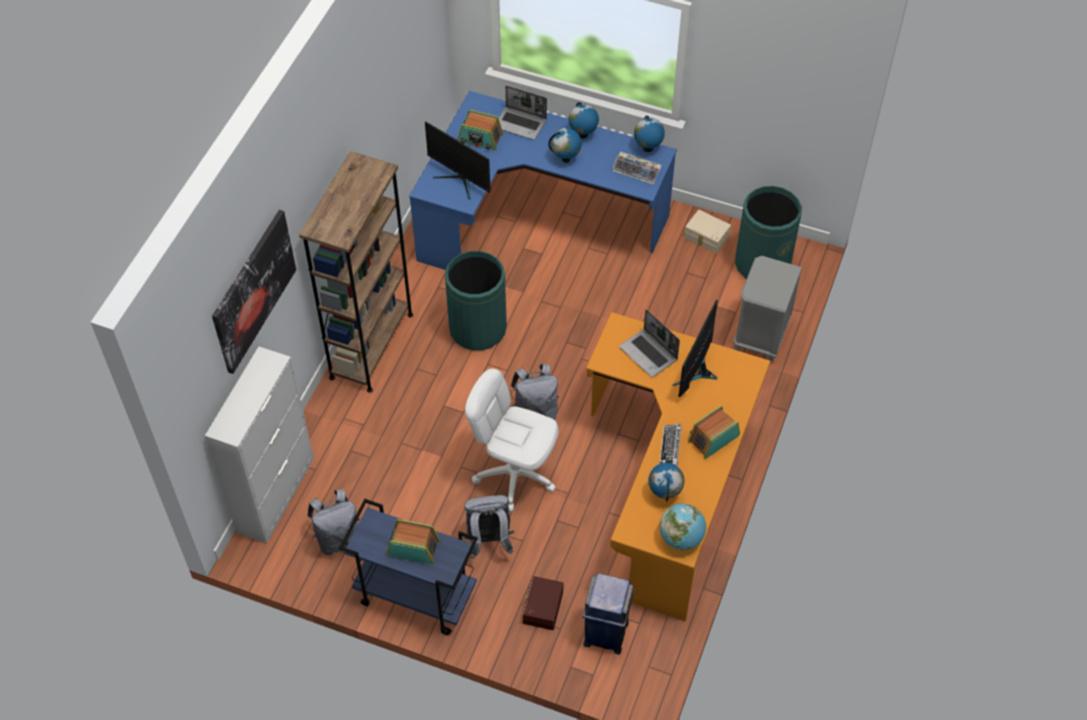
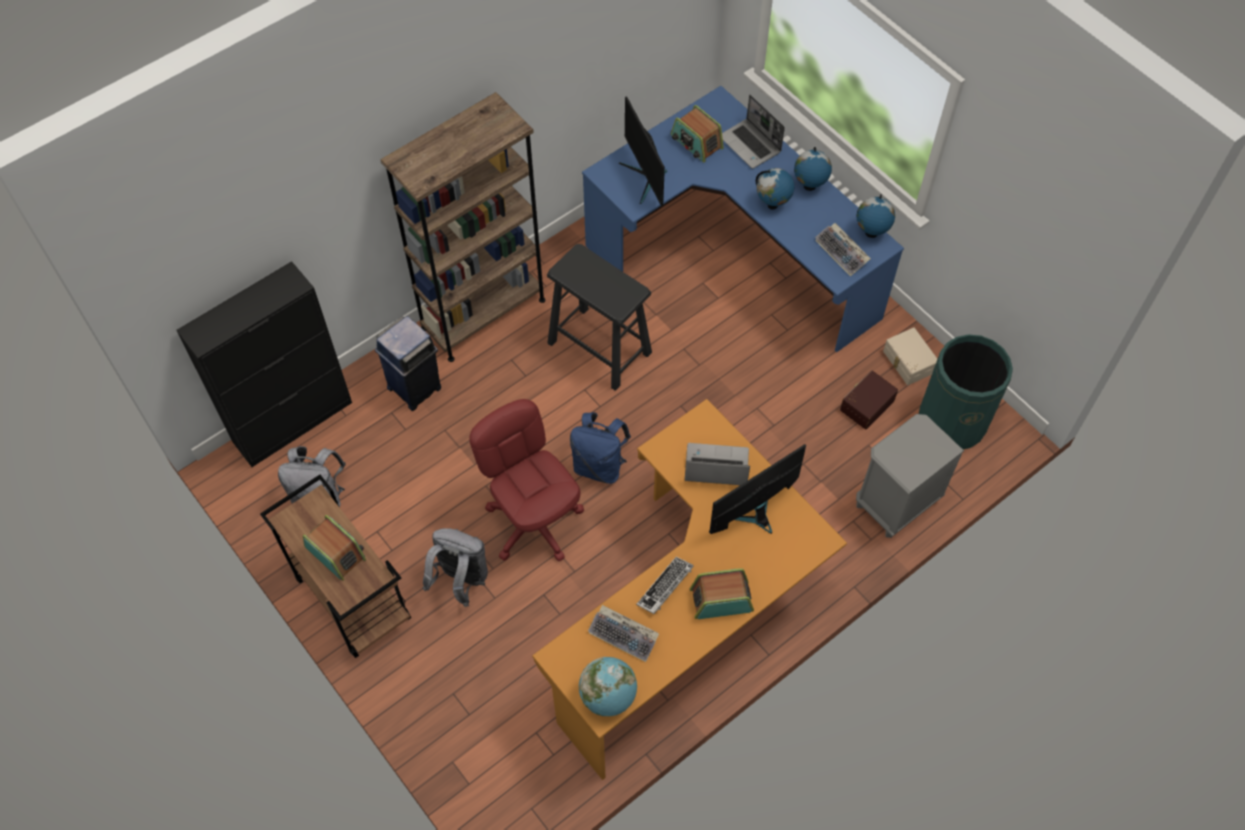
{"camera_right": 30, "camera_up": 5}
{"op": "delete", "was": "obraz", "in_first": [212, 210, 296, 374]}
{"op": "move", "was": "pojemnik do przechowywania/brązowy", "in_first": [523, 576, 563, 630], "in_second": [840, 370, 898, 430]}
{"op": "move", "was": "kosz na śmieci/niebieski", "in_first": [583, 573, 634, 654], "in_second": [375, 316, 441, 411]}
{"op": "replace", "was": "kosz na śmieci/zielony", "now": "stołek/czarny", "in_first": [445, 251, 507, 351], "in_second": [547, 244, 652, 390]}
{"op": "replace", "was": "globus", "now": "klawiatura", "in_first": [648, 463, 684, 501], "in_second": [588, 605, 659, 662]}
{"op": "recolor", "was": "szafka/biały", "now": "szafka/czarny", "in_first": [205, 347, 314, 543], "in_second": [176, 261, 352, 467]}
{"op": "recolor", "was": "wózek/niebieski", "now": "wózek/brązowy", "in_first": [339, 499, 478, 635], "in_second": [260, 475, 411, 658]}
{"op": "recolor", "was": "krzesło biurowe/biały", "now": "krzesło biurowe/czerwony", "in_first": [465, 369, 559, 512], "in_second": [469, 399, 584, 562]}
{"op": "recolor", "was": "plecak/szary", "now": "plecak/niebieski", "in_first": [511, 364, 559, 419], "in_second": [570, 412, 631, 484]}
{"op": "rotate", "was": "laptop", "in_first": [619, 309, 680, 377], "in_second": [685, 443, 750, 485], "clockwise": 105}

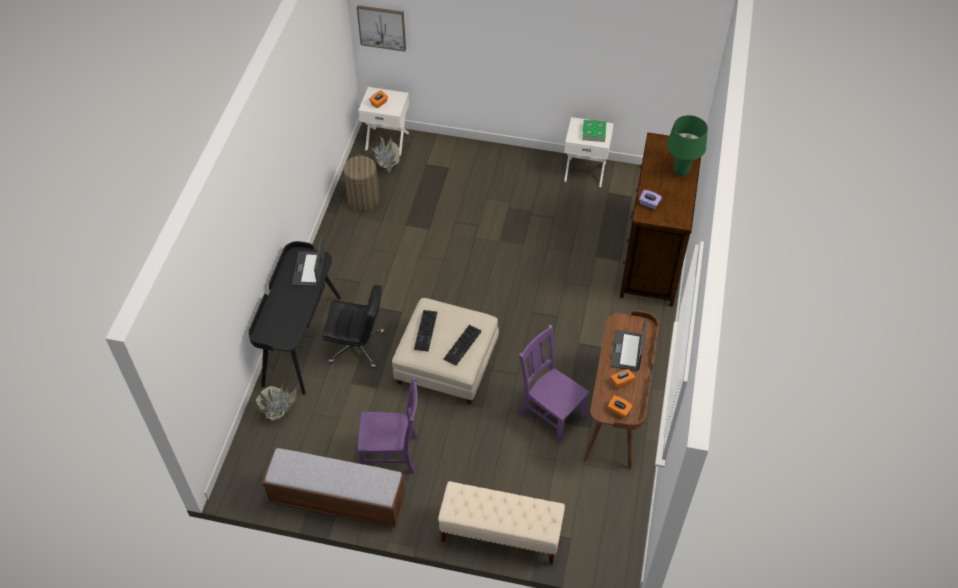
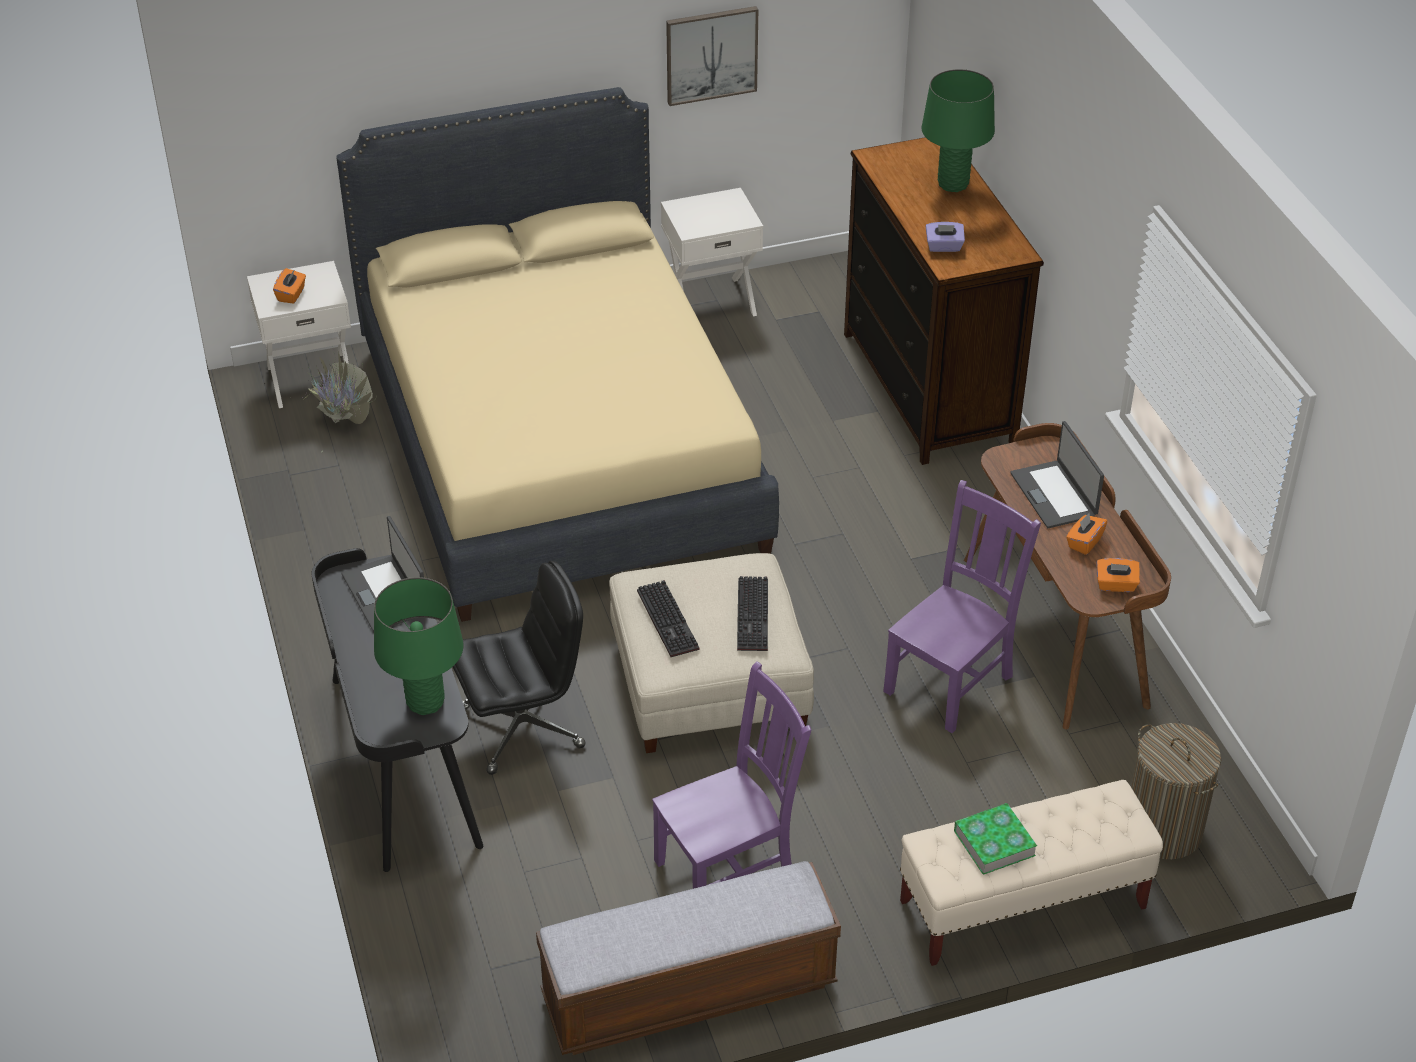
{"camera_right": -30, "camera_up": -10}
{"op": "delete", "was": "roślina doniczkowa", "in_first": [256, 380, 304, 428]}
{"op": "insert", "now": "łóżko/beżowy", "in_second": [336, 87, 779, 622]}
{"op": "insert", "now": "lampa stołowa/zielony", "in_second": [374, 577, 464, 715]}
{"op": "move", "was": "kosz na pranie", "in_first": [343, 154, 379, 211], "in_second": [1131, 723, 1221, 859]}
{"op": "move", "was": "obraz", "in_first": [357, 5, 406, 51], "in_second": [666, 6, 758, 106]}
{"op": "move", "was": "książka", "in_first": [582, 120, 607, 142], "in_second": [954, 803, 1037, 875]}
{"op": "rotate", "was": "krzesło/fioletowy", "in_first": [519, 324, 589, 443], "in_second": [883, 480, 1041, 733], "clockwise": 120}

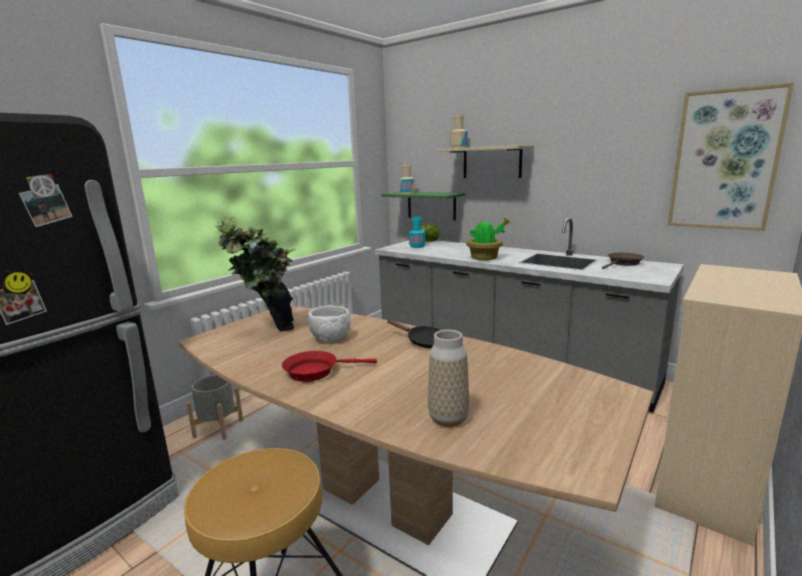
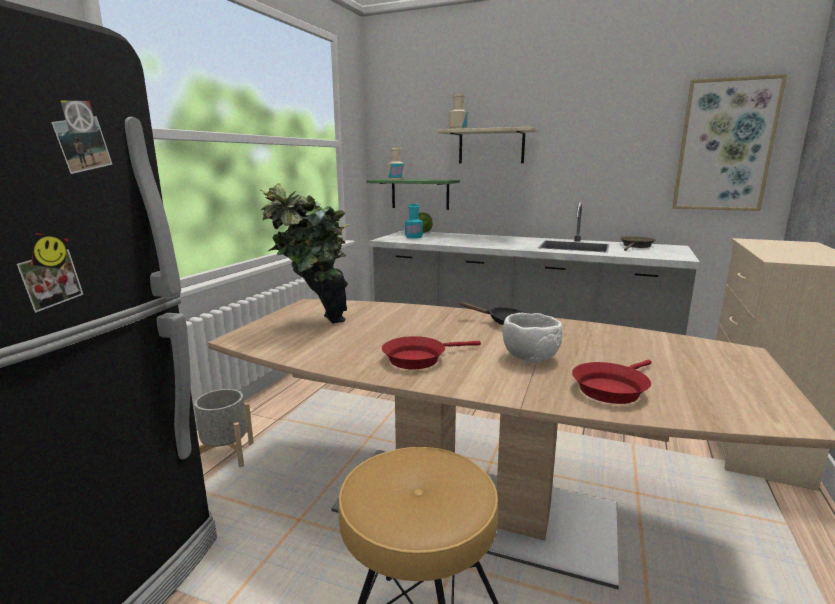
{"camera_right": -15, "camera_up": 0}
{"op": "delete", "was": "roślina doniczkowa", "in_first": [466, 218, 511, 260]}
{"op": "move", "was": "miska/biały", "in_first": [308, 305, 351, 342], "in_second": [503, 313, 562, 363]}
{"op": "replace", "was": "wazon", "now": "patelnia/czerwony", "in_first": [428, 329, 469, 427], "in_second": [572, 359, 652, 404]}

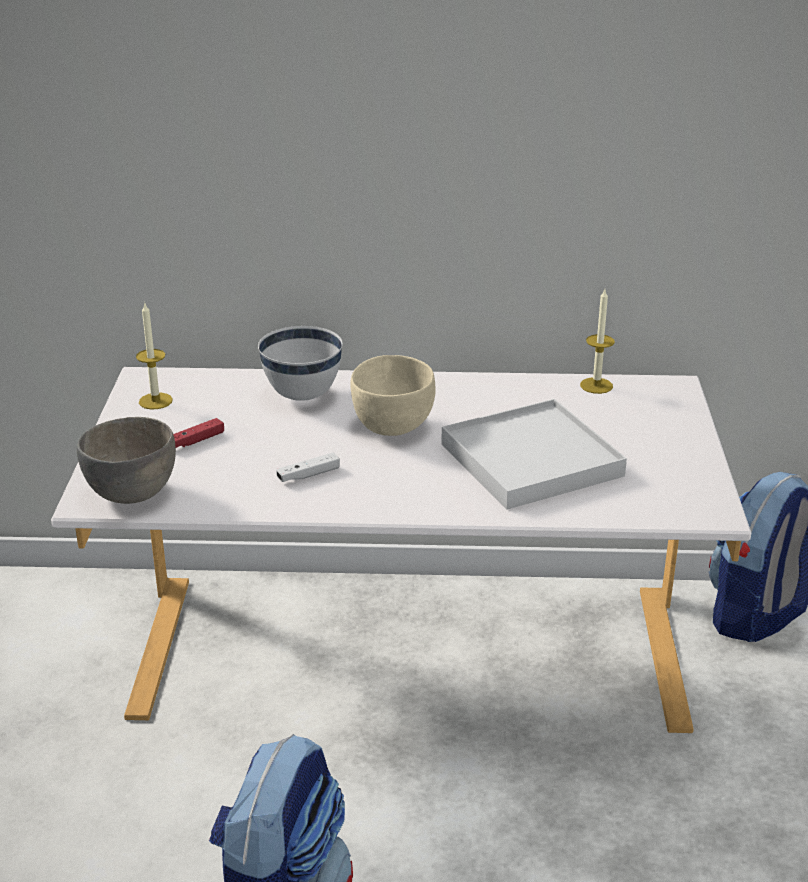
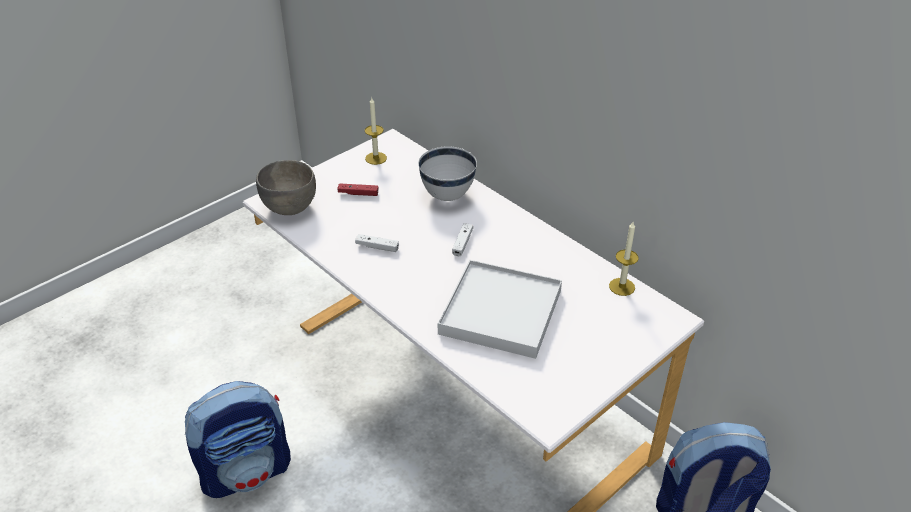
{"camera_right": 45, "camera_up": 10}
{"op": "replace", "was": "miska/beżowy", "now": "pad do gier/biały", "in_first": [350, 355, 436, 436], "in_second": [452, 223, 473, 256]}

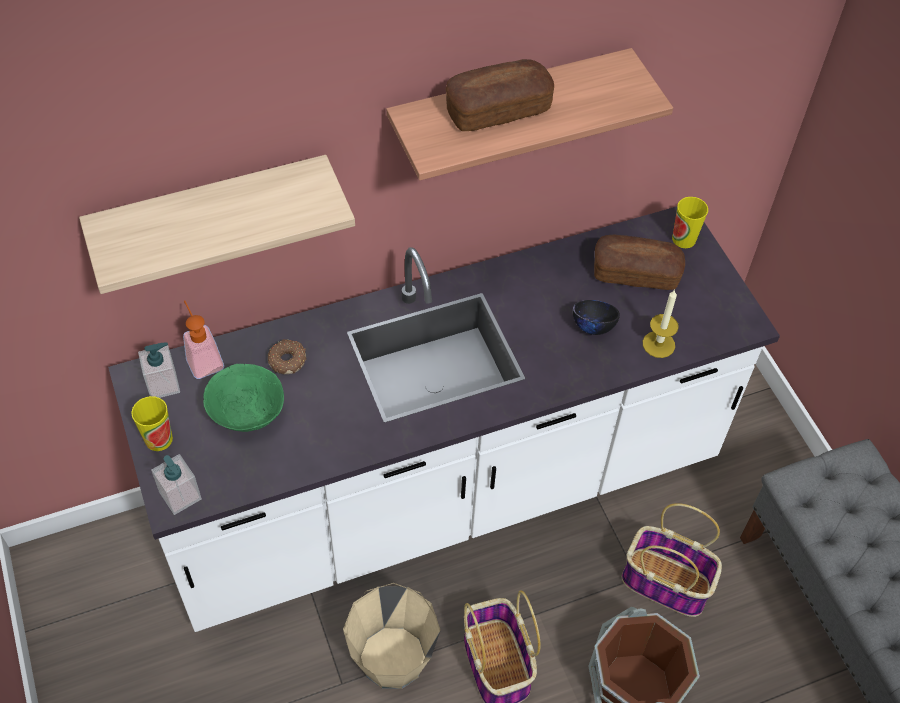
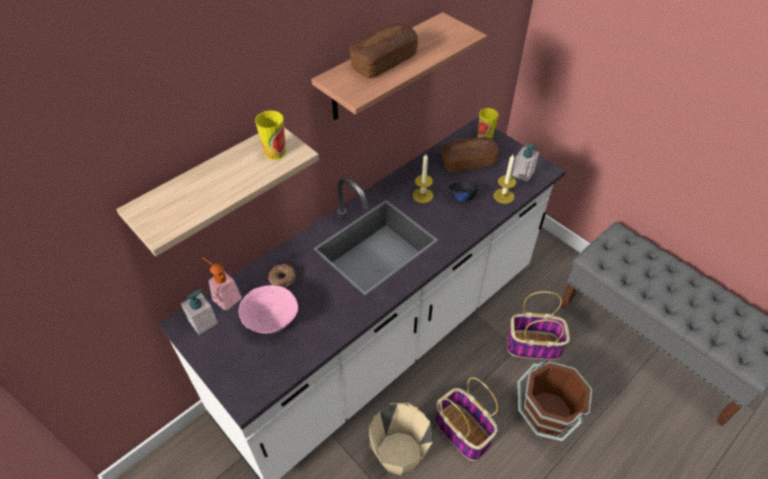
{"camera_right": -20, "camera_up": -5}
{"op": "insert", "now": "świeca", "in_second": [413, 154, 433, 203]}
{"op": "move", "was": "filiżanka", "in_first": [131, 396, 173, 451], "in_second": [255, 111, 286, 160]}
{"op": "move", "was": "dozownik mydła", "in_first": [151, 454, 202, 515], "in_second": [512, 142, 539, 182]}
{"op": "recolor", "was": "miska/zielony", "now": "miska/różowy", "in_first": [203, 364, 284, 432], "in_second": [239, 285, 298, 334]}

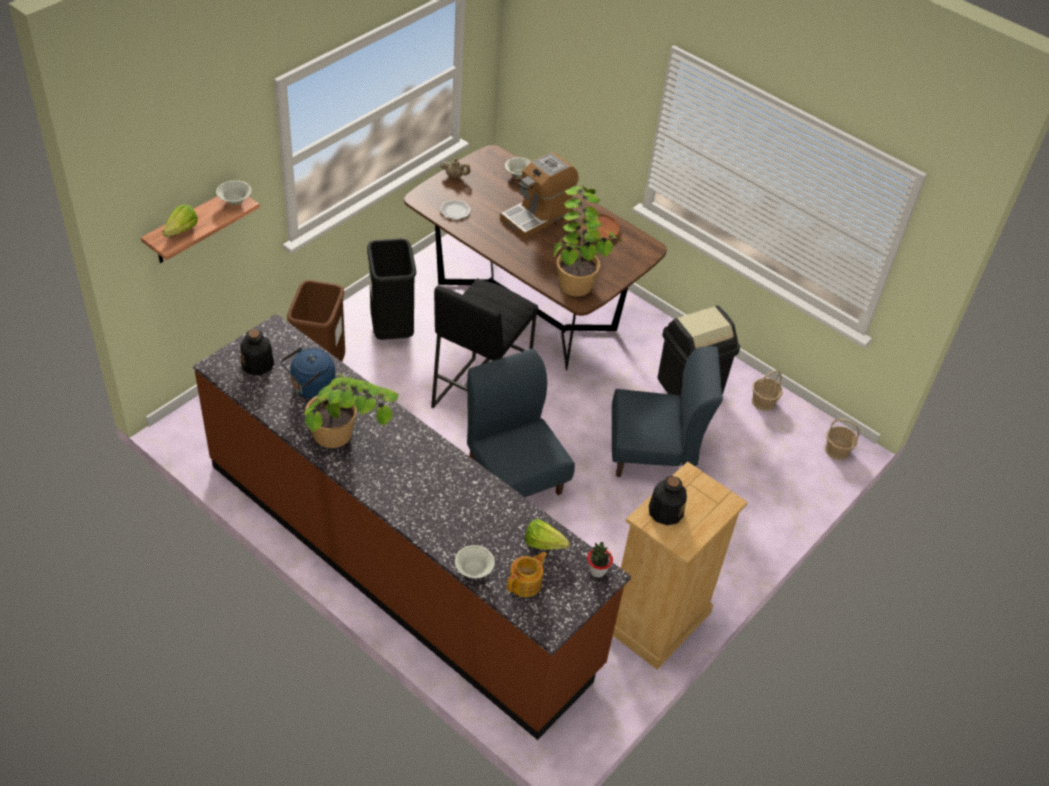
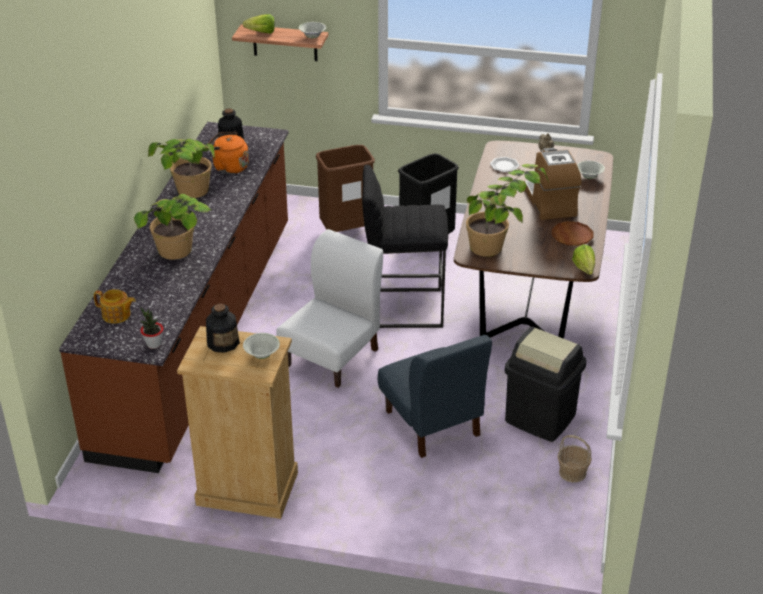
{"camera_right": 65, "camera_up": -10}
{"op": "delete", "was": "koszyk", "in_first": [825, 419, 860, 460]}
{"op": "insert", "now": "roślina doniczkowa", "in_second": [134, 194, 211, 260]}
{"op": "move", "was": "miska/biały", "in_first": [455, 545, 495, 578], "in_second": [243, 333, 280, 359]}
{"op": "move", "was": "sałata", "in_first": [525, 519, 570, 550], "in_second": [572, 245, 595, 275]}
{"op": "recolor", "was": "czajnik/niebieski", "now": "czajnik/pomarańczowy", "in_first": [281, 347, 336, 399], "in_second": [205, 132, 249, 174]}
{"op": "recolor", "was": "krzesło/niebieski", "now": "krzesło/biały", "in_first": [467, 349, 575, 497], "in_second": [276, 229, 383, 388]}
{"op": "rotate", "was": "ekspres do kawy", "in_first": [500, 153, 578, 238], "in_second": [524, 148, 581, 220], "clockwise": 60}

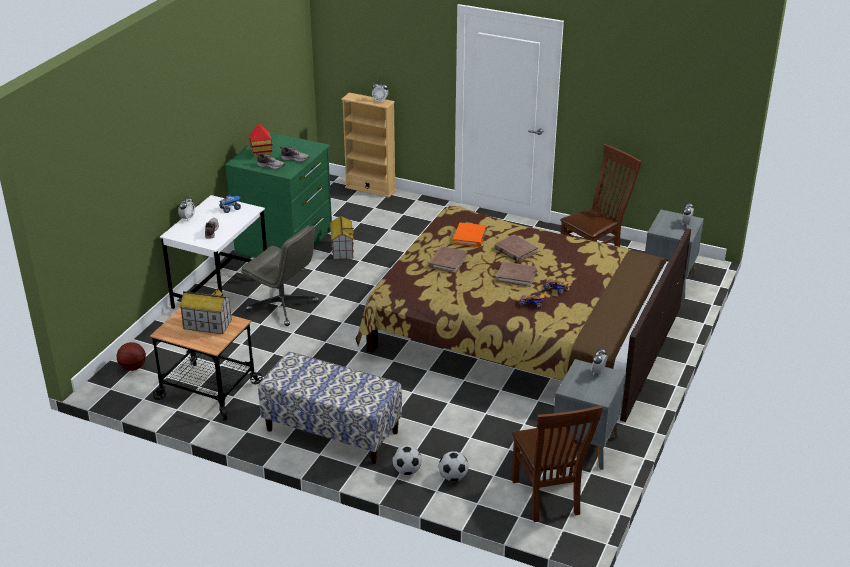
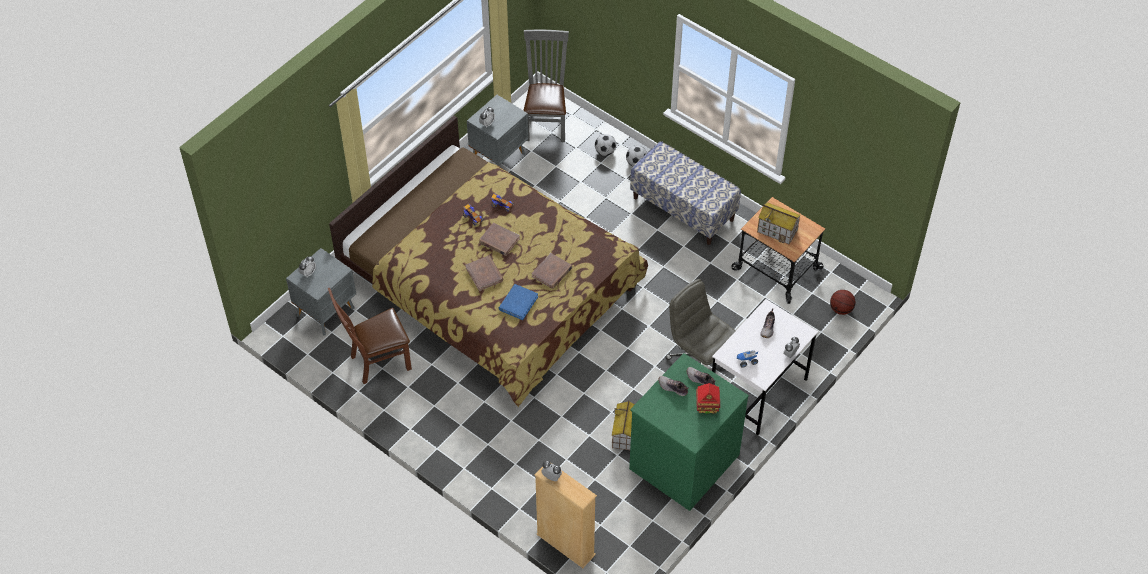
{"camera_right": -165, "camera_up": 20}
{"op": "recolor", "was": "książka/pomarańczowy", "now": "książka/niebieski", "in_first": [453, 222, 487, 247], "in_second": [499, 284, 538, 320]}
{"op": "recolor", "was": "krzesło/brązowy", "now": "krzesło/szary", "in_first": [512, 405, 603, 522], "in_second": [523, 30, 569, 142]}

